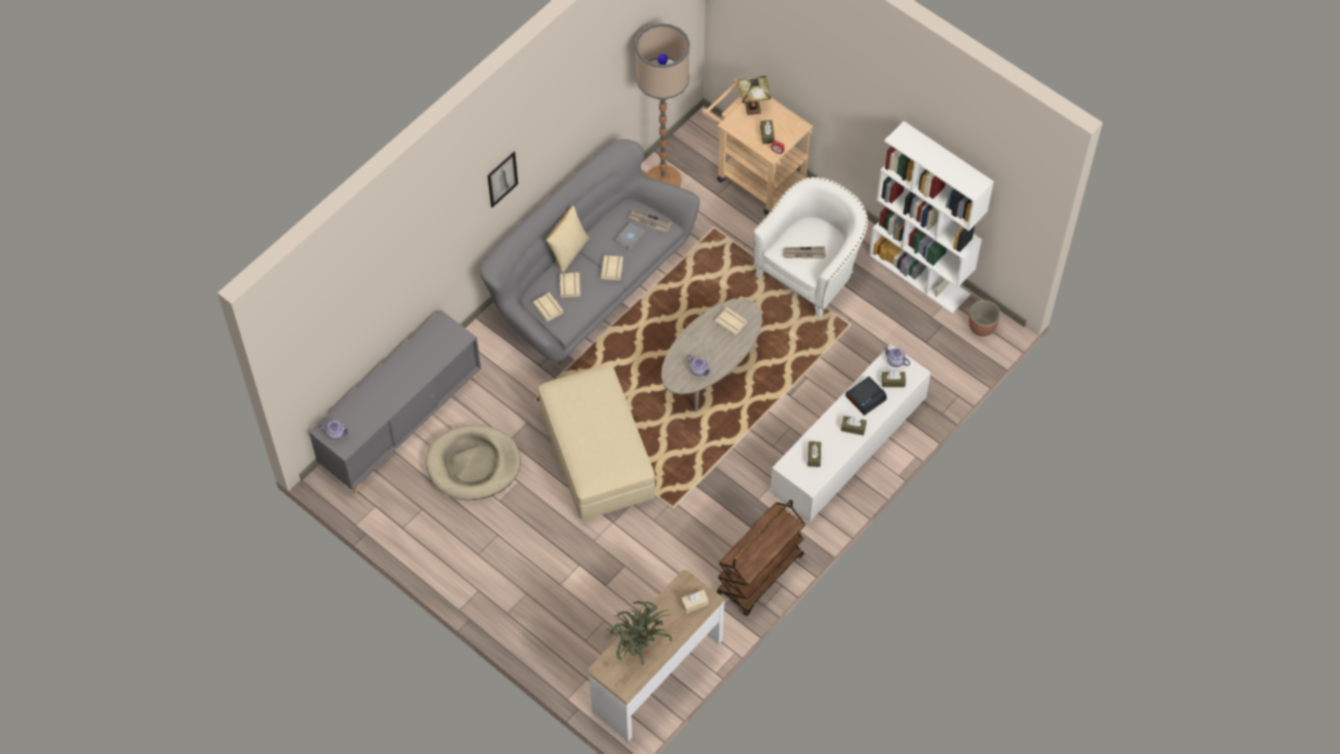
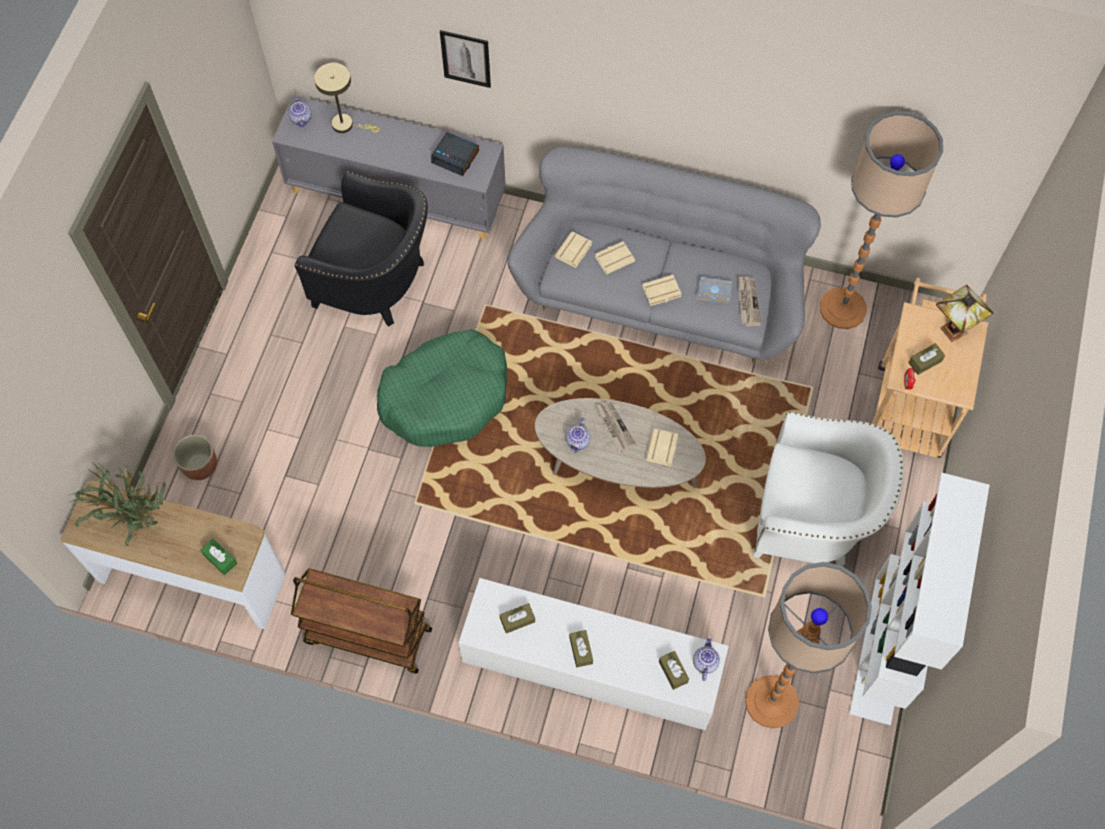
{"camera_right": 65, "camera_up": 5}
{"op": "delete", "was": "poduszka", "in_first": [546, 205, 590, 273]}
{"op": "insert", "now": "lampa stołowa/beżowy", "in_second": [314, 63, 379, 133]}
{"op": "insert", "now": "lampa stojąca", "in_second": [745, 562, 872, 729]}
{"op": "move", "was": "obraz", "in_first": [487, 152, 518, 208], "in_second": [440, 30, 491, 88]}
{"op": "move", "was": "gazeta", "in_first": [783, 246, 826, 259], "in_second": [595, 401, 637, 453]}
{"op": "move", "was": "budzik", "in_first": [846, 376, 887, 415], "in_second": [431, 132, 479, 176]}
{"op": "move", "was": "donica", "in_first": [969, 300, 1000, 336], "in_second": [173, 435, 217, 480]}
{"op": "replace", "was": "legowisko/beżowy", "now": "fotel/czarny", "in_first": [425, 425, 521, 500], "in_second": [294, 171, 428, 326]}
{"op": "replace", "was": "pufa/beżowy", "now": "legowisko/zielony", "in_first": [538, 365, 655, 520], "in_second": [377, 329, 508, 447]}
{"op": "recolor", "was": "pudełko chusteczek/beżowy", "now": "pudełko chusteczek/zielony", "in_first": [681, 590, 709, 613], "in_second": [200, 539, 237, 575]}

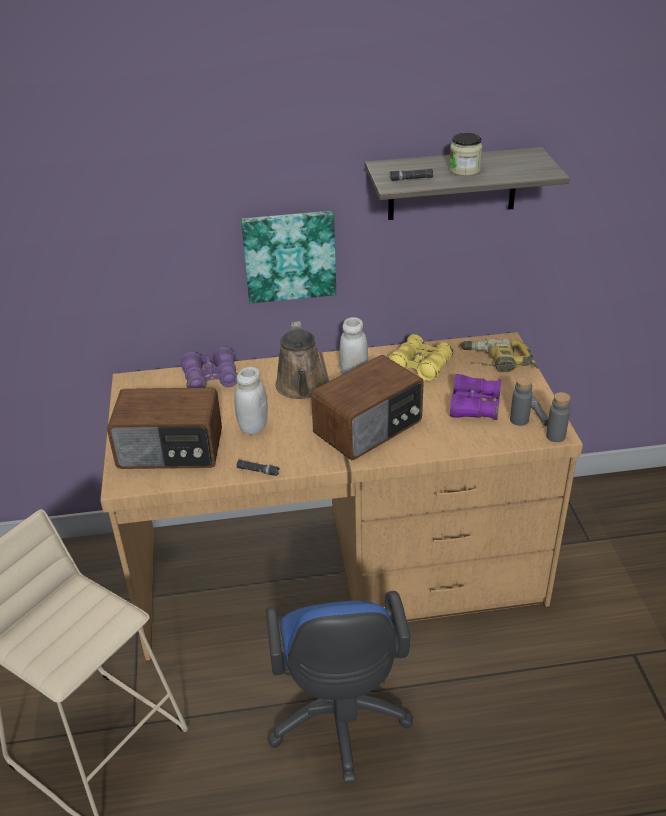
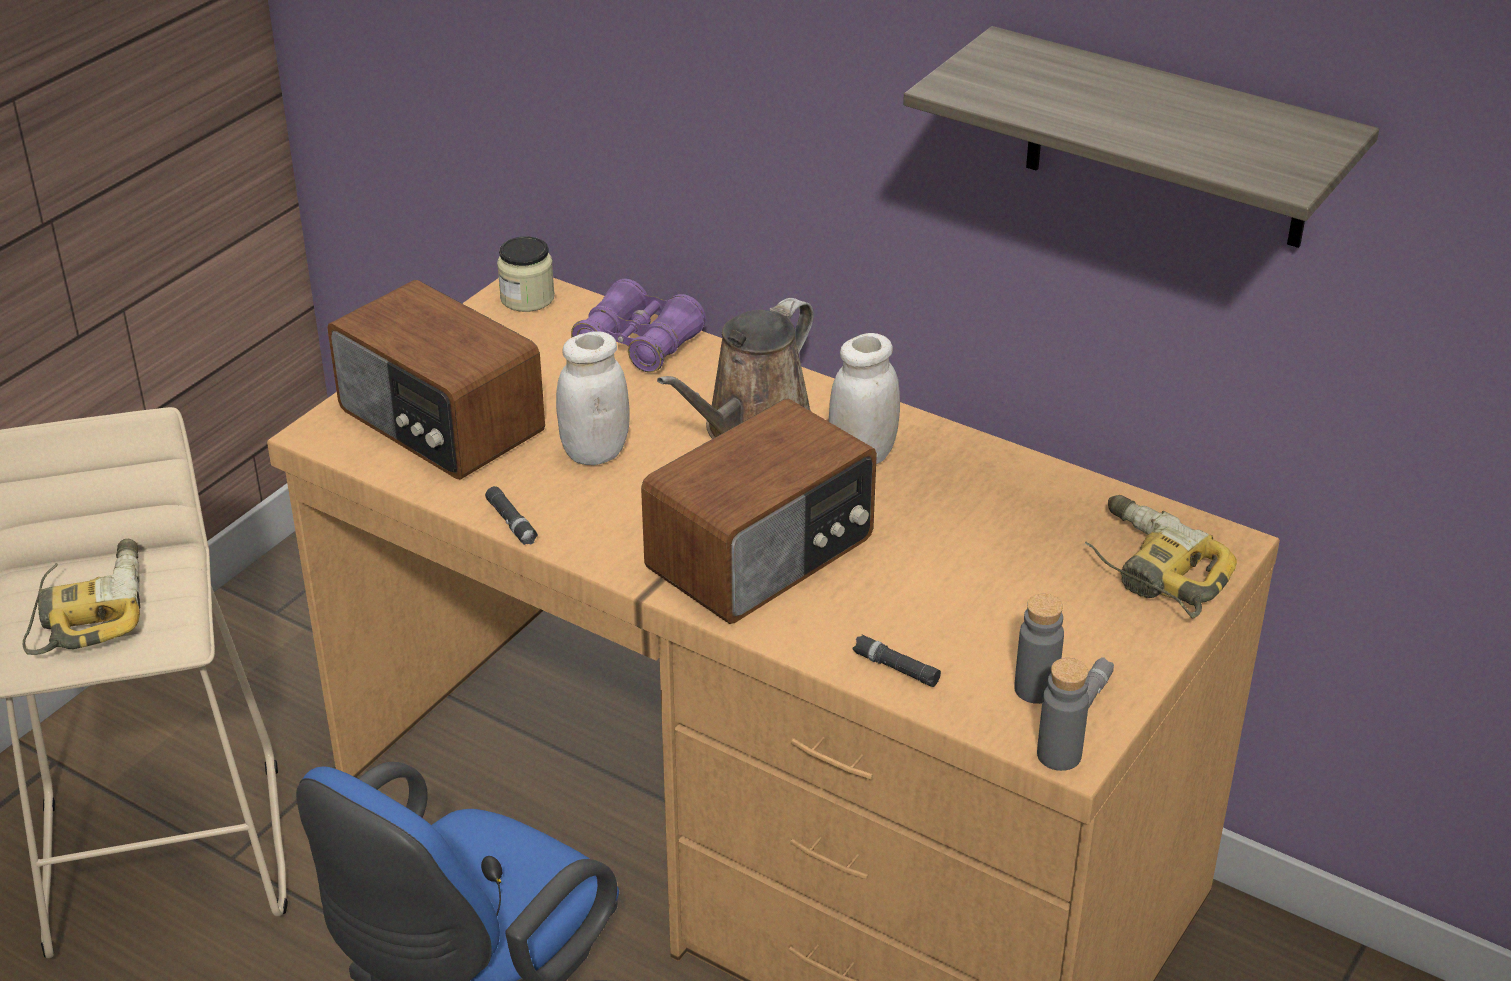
{"camera_right": 40, "camera_up": 0}
{"op": "delete", "was": "obraz", "in_first": [241, 211, 336, 303]}
{"op": "delete", "was": "lornetka/żółty", "in_first": [388, 334, 453, 381]}
{"op": "delete", "was": "lornetka/fioletowy", "in_first": [450, 374, 501, 420]}
{"op": "insert", "now": "wiertarka", "in_second": [22, 539, 140, 655]}
{"op": "move", "was": "latarka/czarny", "in_first": [390, 169, 433, 181], "in_second": [853, 635, 941, 687]}
{"op": "move", "was": "słoik", "in_first": [449, 133, 483, 176], "in_second": [497, 236, 555, 312]}
{"op": "rotate", "was": "radio", "in_first": [311, 355, 424, 460], "in_second": [641, 399, 877, 624], "clockwise": -45}

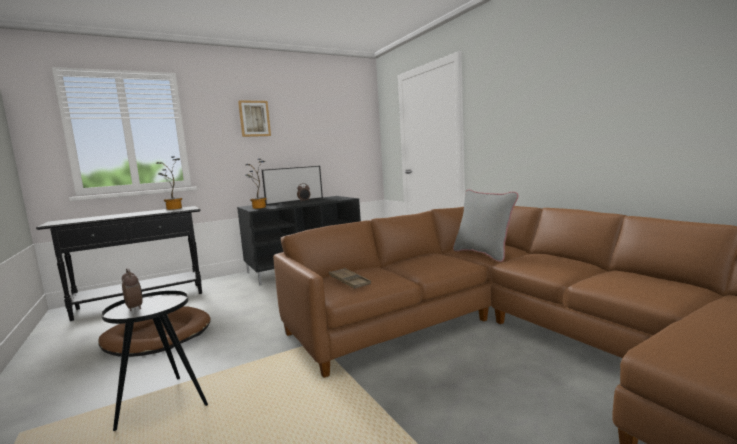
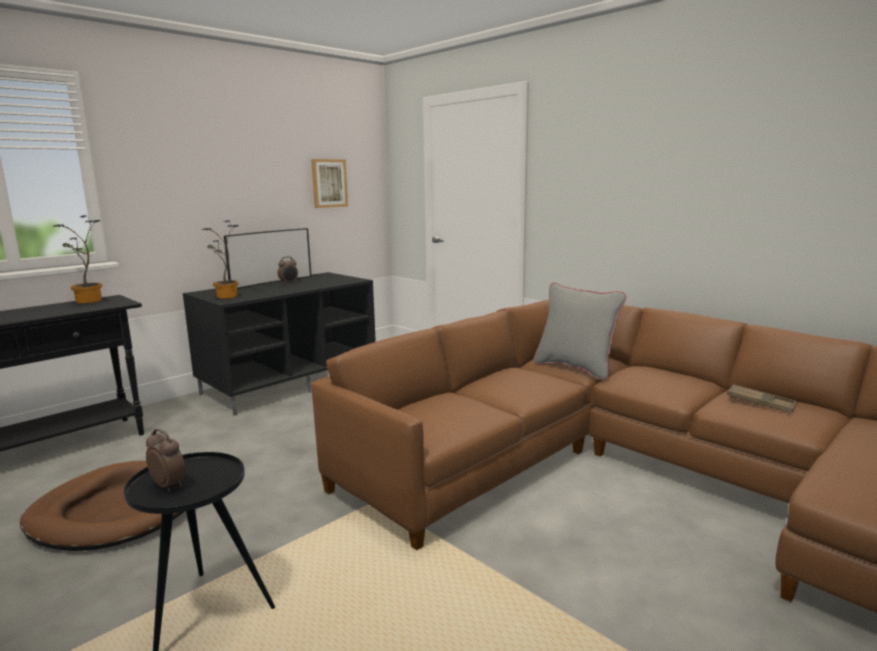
{"camera_right": -15, "camera_up": 5}
{"op": "move", "was": "obraz", "in_first": [238, 100, 271, 137], "in_second": [311, 159, 348, 208]}
{"op": "move", "was": "taca/brązowy", "in_first": [329, 268, 371, 289], "in_second": [727, 384, 797, 413]}

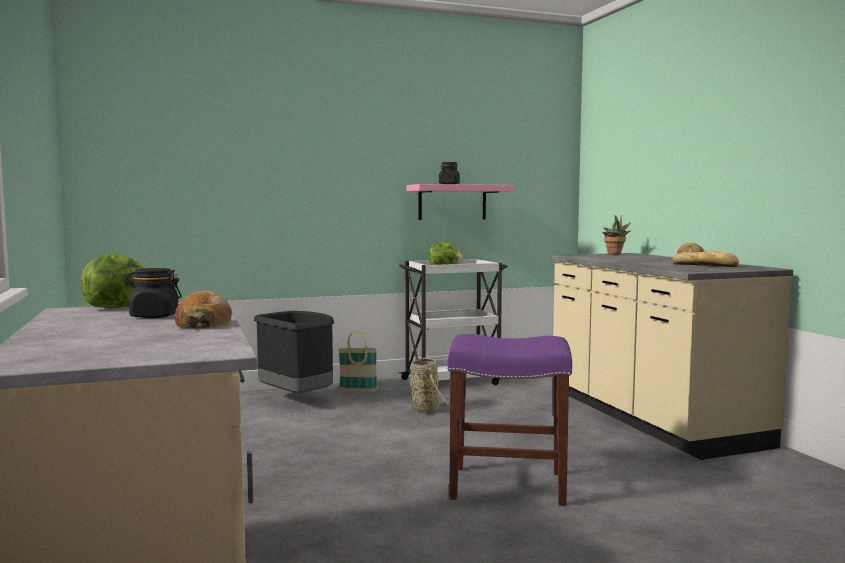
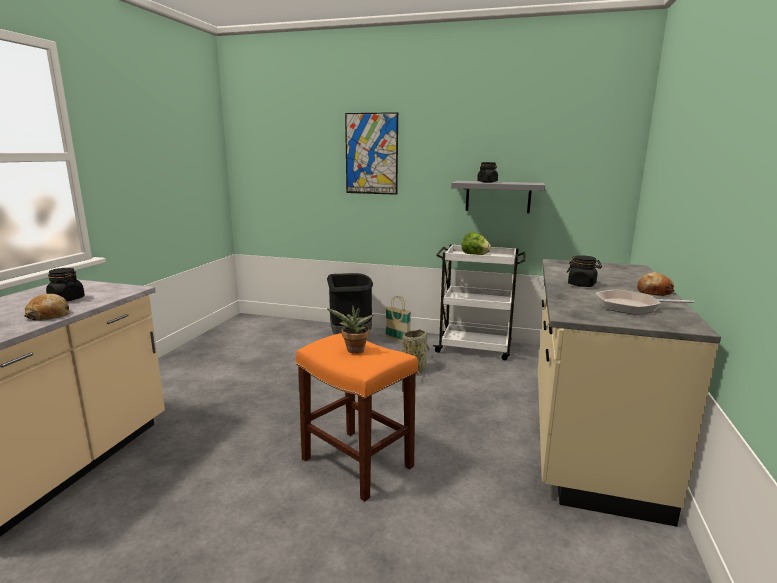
{"camera_right": 35, "camera_up": 10}
{"op": "delete", "was": "sałata", "in_first": [81, 254, 144, 308]}
{"op": "insert", "now": "obraz", "in_second": [345, 112, 398, 195]}
{"op": "insert", "now": "słoik/czarny", "in_second": [567, 255, 602, 287]}
{"op": "move", "was": "roślina doniczkowa", "in_first": [603, 216, 631, 254], "in_second": [327, 306, 374, 354]}
{"op": "replace", "was": "chleb", "now": "patelnia", "in_first": [672, 251, 739, 267], "in_second": [596, 289, 694, 315]}
{"op": "recolor", "was": "półka/różowy", "now": "półka/szary", "in_first": [406, 184, 514, 220], "in_second": [451, 181, 545, 213]}
{"op": "recolor", "was": "stołek/fioletowy", "now": "stołek/pomarańczowy", "in_first": [448, 334, 572, 506], "in_second": [296, 333, 418, 502]}

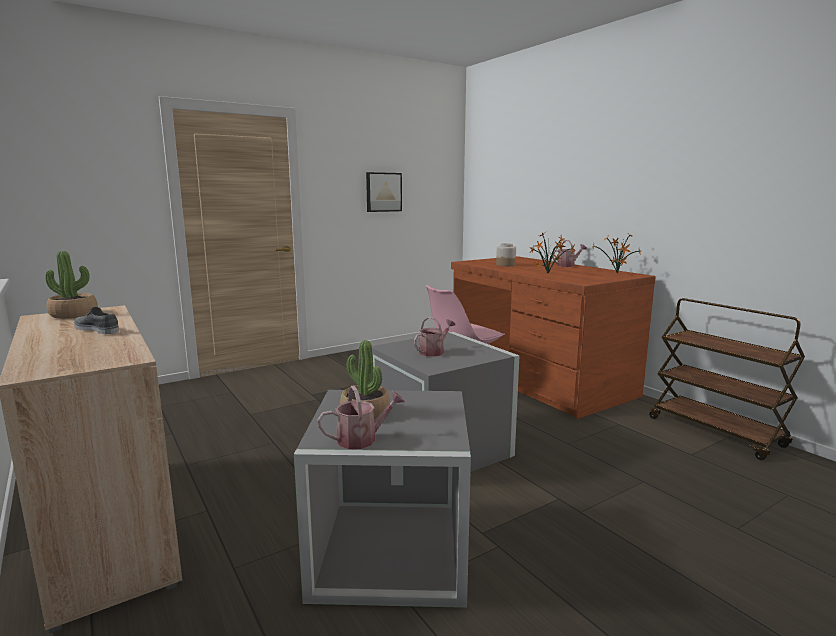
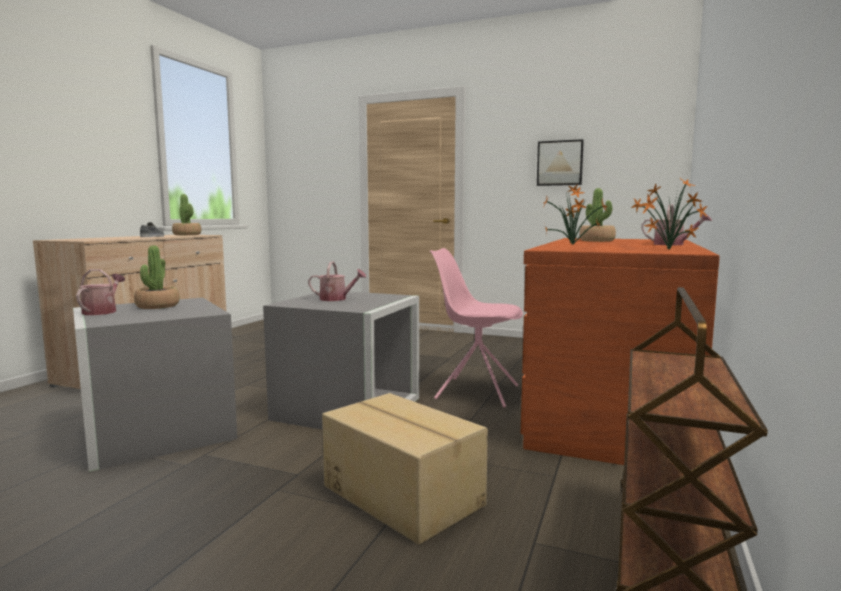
{"camera_right": 55, "camera_up": -5}
{"op": "insert", "now": "karton", "in_second": [322, 393, 488, 545]}
{"op": "replace", "was": "słoik", "now": "roślina doniczkowa", "in_first": [496, 243, 516, 266], "in_second": [579, 188, 616, 242]}
{"op": "rotate", "was": "konewka", "in_first": [317, 385, 405, 449], "in_second": [76, 269, 125, 315], "clockwise": -120}

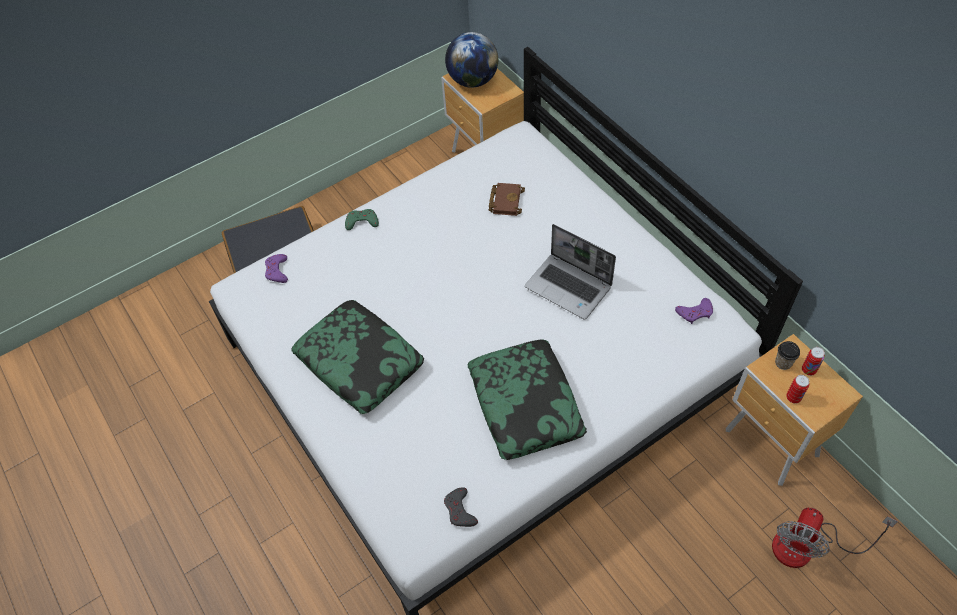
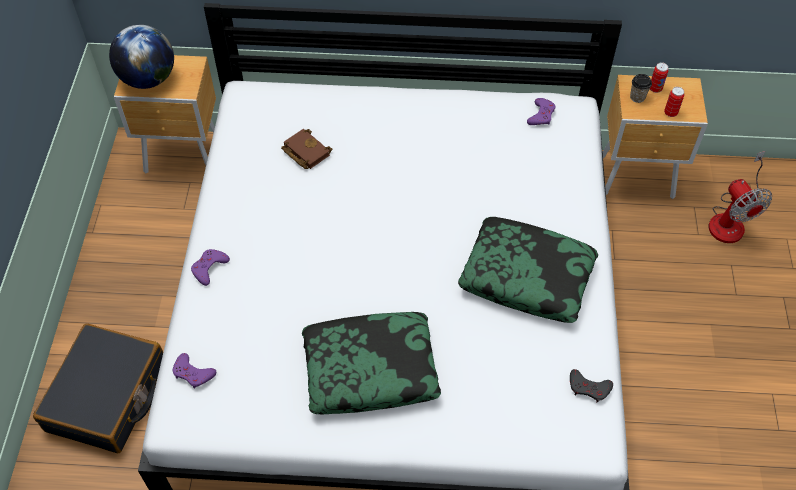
{"camera_right": -55, "camera_up": 0}
{"op": "delete", "was": "laptop", "in_first": [525, 224, 616, 320]}
{"op": "recolor", "was": "pad do gier/zielony", "now": "pad do gier/fioletowy", "in_first": [345, 209, 379, 230], "in_second": [191, 249, 230, 286]}

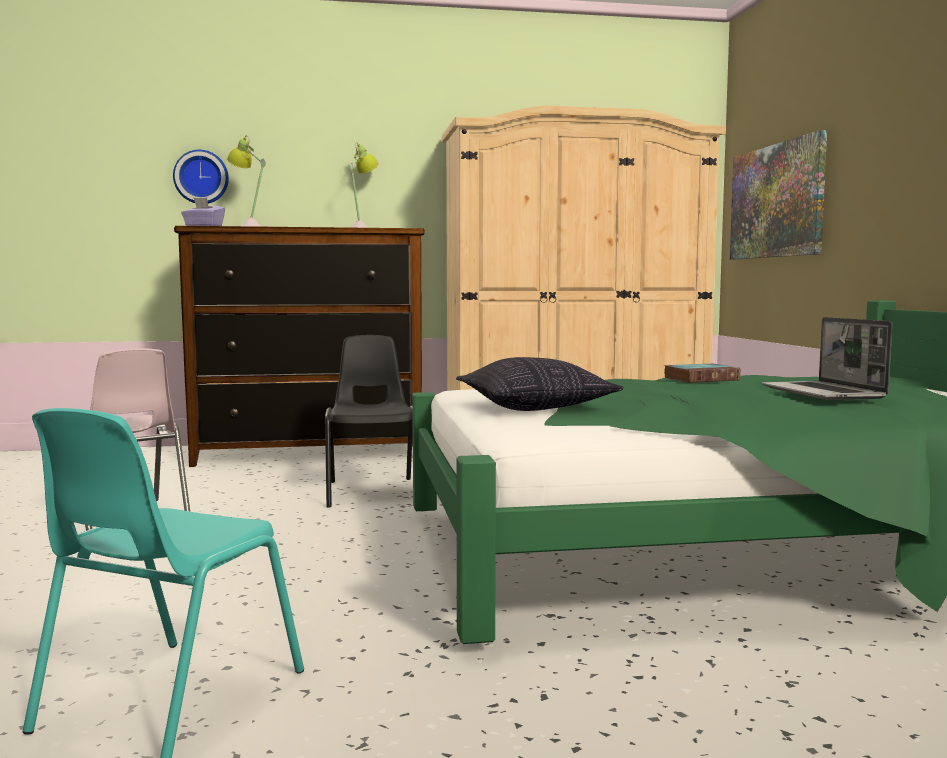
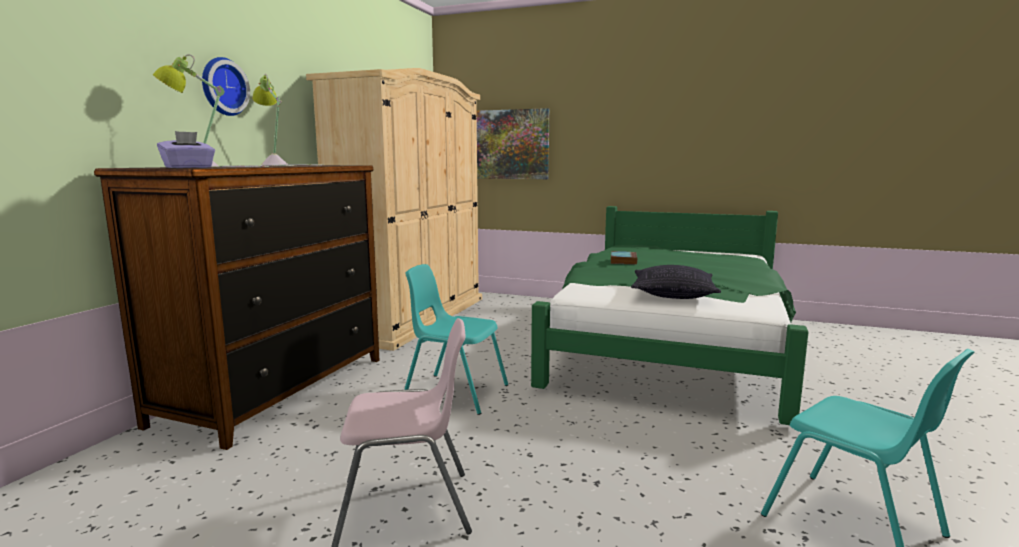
{"camera_right": -60, "camera_up": 5}
{"op": "delete", "was": "laptop", "in_first": [761, 317, 892, 400]}
{"op": "move", "was": "zegar ścienny", "in_first": [173, 150, 229, 204], "in_second": [202, 57, 250, 116]}
{"op": "recolor", "was": "krzesło/czarny", "now": "krzesło/turkusowy", "in_first": [325, 335, 413, 508], "in_second": [404, 264, 508, 415]}

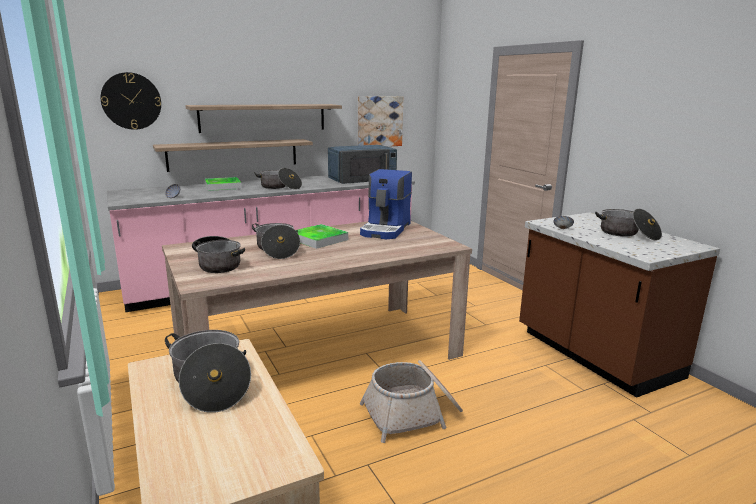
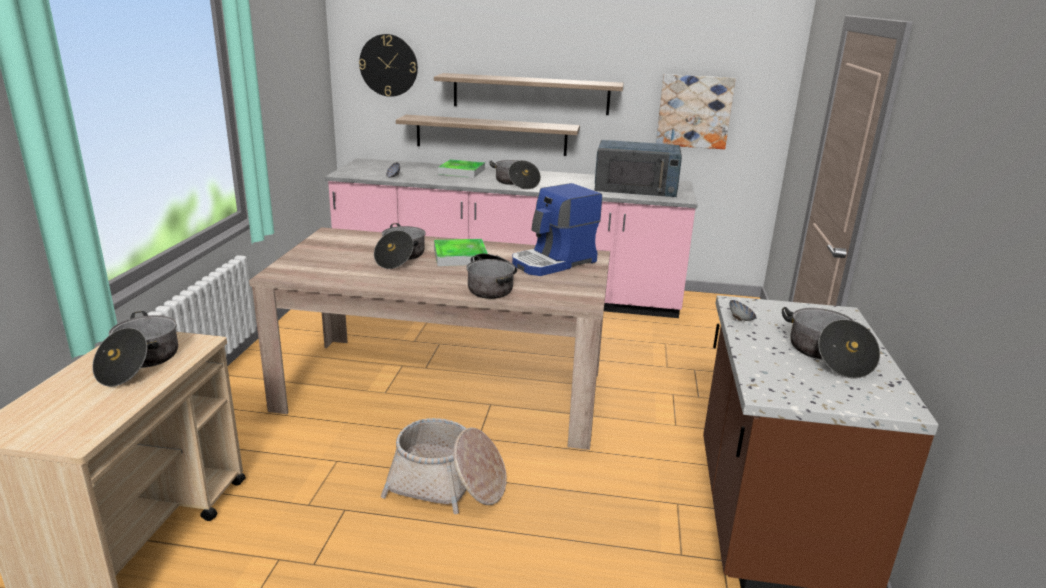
{"camera_right": 35, "camera_up": 5}
{"op": "move", "was": "garnek", "in_first": [192, 236, 245, 273], "in_second": [466, 254, 517, 299]}

